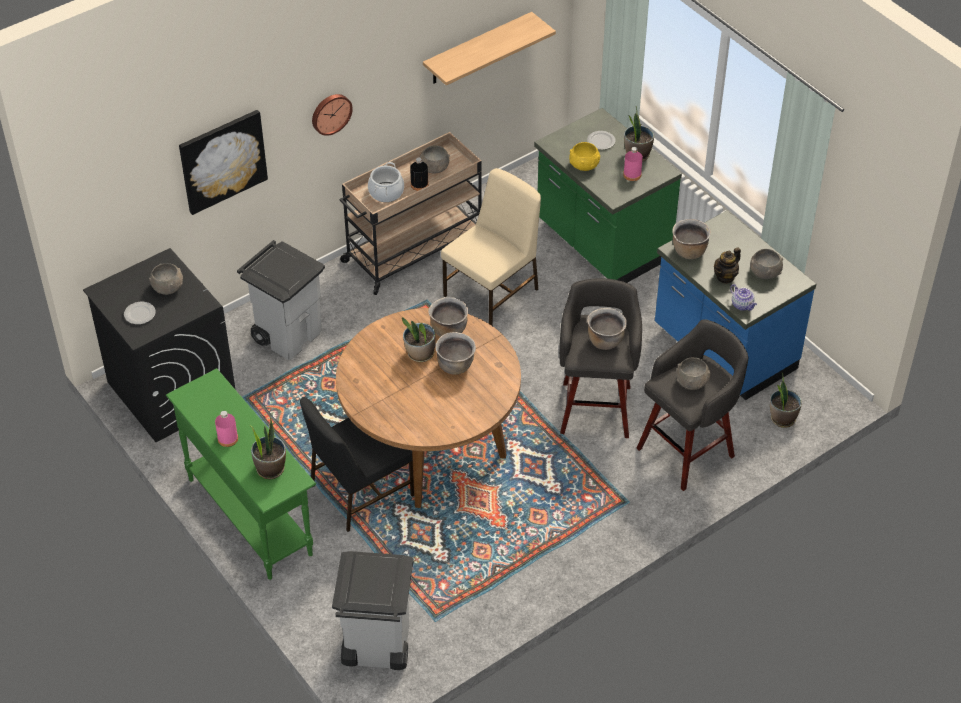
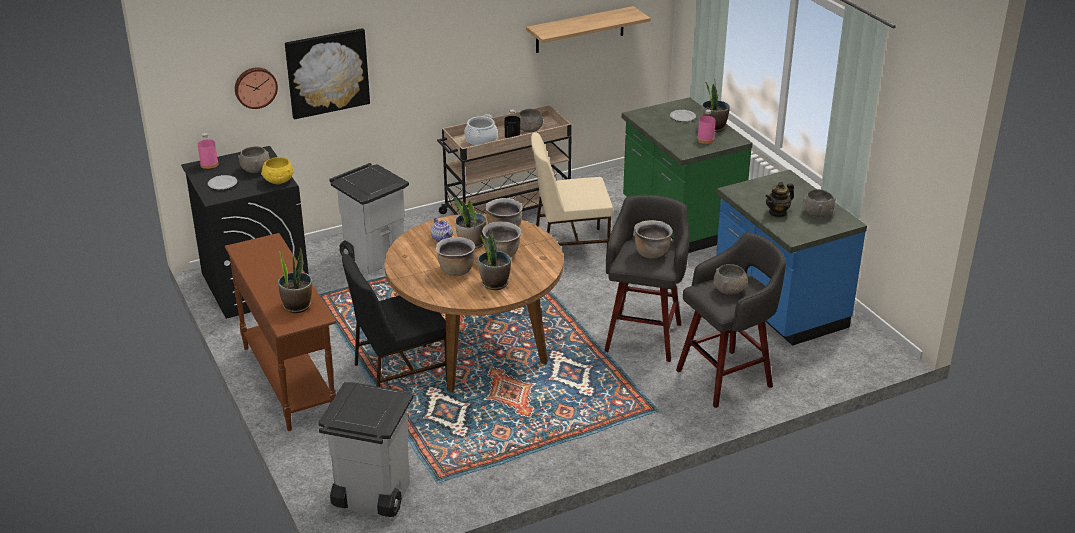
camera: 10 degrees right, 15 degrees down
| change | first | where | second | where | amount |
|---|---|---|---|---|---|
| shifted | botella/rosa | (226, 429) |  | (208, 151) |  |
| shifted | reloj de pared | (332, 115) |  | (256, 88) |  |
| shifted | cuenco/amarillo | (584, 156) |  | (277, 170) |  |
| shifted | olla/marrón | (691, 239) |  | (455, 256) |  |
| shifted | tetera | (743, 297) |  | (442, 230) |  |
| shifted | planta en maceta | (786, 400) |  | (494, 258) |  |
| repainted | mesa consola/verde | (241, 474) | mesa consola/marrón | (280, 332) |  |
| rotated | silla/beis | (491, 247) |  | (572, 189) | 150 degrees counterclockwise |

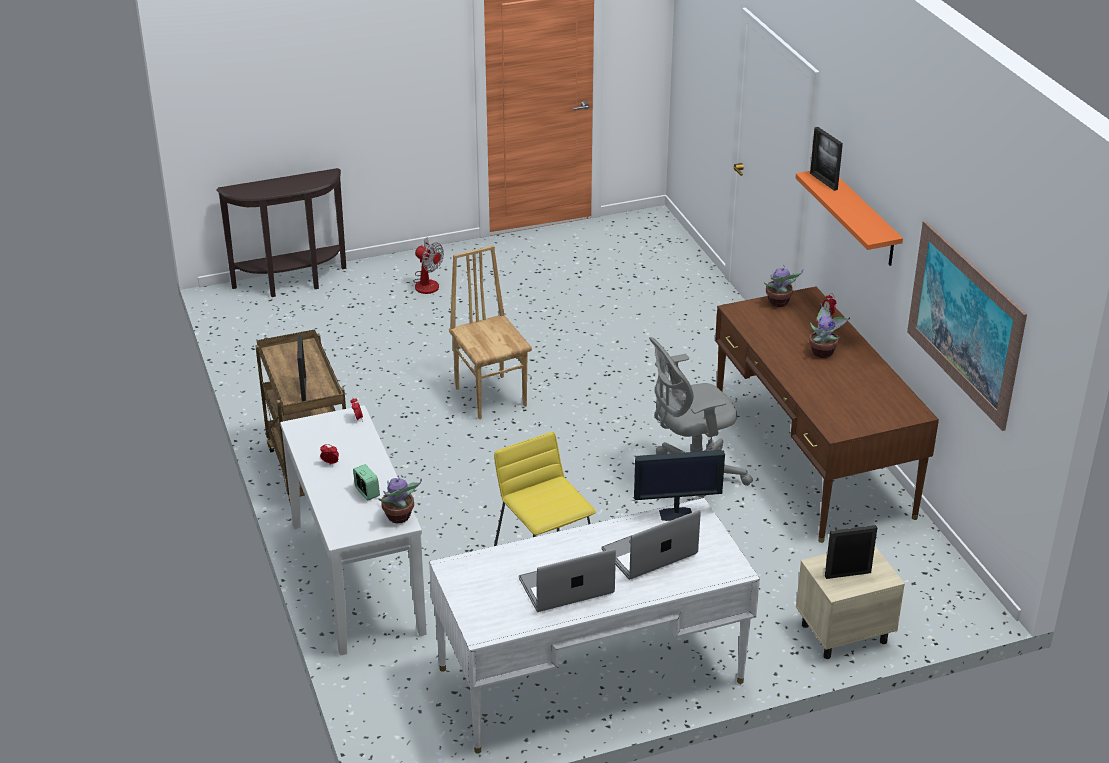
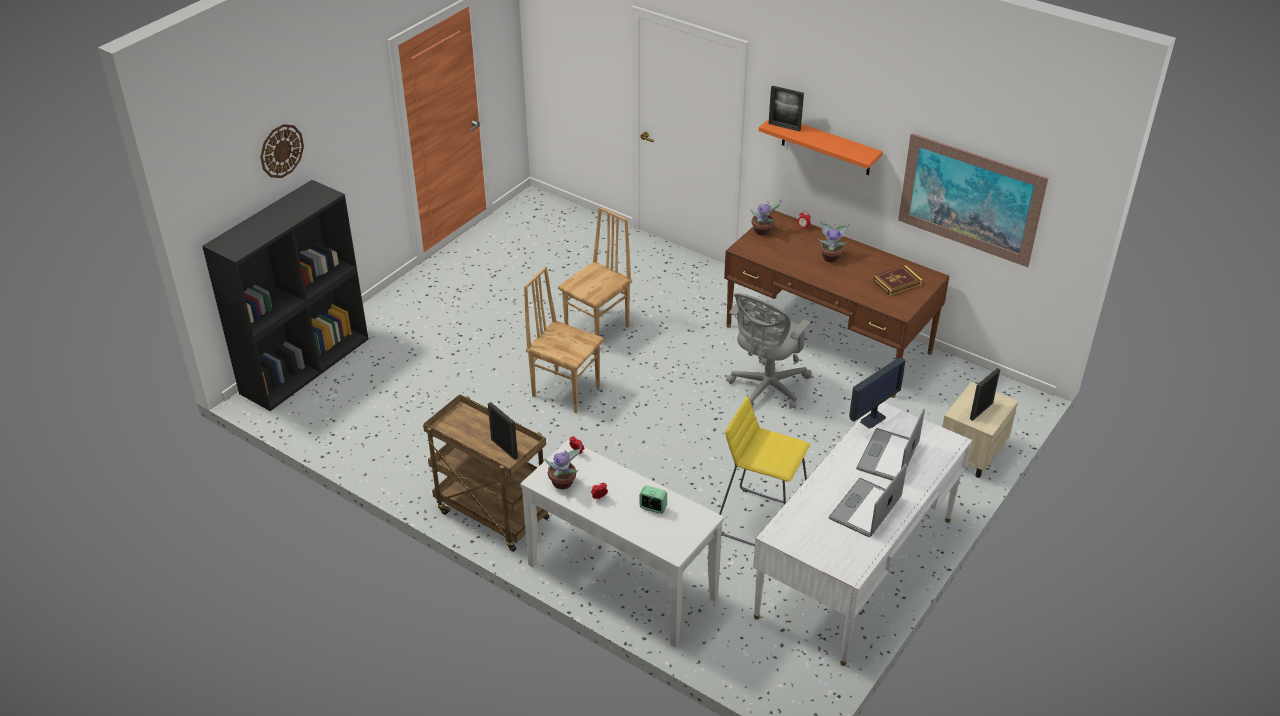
camera: 35 degrees left, 5 degrees up
| change | first | where | second | where | amount |
|---|---|---|---|---|---|
| gone | ventilador | (428, 265) |  |  |  |
| new |  |  | reloj de pared | (282, 151) |  |
| new |  |  | silla/marrón | (595, 271) |  |
| new |  |  | libro | (897, 280) |  |
| shifted | planta en maceta | (400, 499) |  | (563, 467) |  |
| swapped | mesa consola/marrón | (281, 232) | estantería/negro | (285, 295) |  |

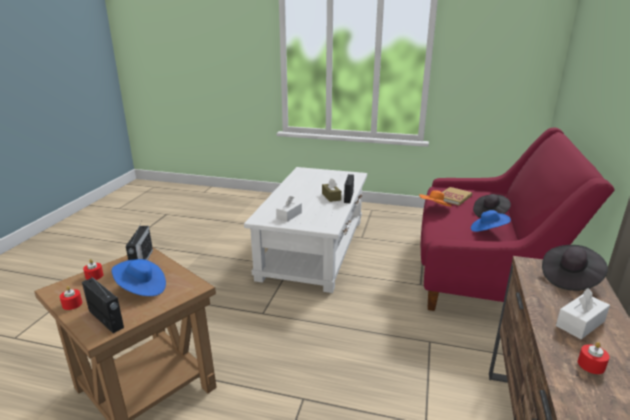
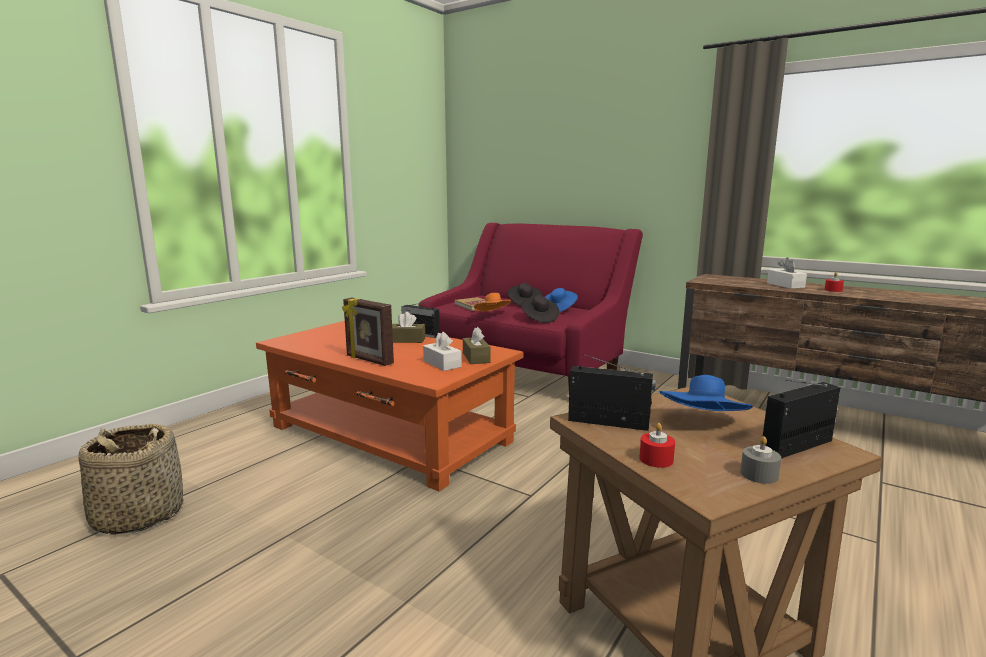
camera: 70 degrees left, 10 degrees down
| change | first | where | second | where | amount |
|---|---|---|---|---|---|
| new |  |  | cesta | (131, 479) |  |
| new |  |  | portarretratos | (368, 332) |  |
| new |  |  | caja de pañuelos/marrón | (476, 345) |  |
| shifted | sombrero/negro | (575, 268) |  | (540, 309) |  |
| repainted | vela/rojo | (71, 298) | vela/gris | (760, 460) |  |
| repainted | mesa de centro/blanco | (305, 230) | mesa de centro/naranja | (389, 406) |  |

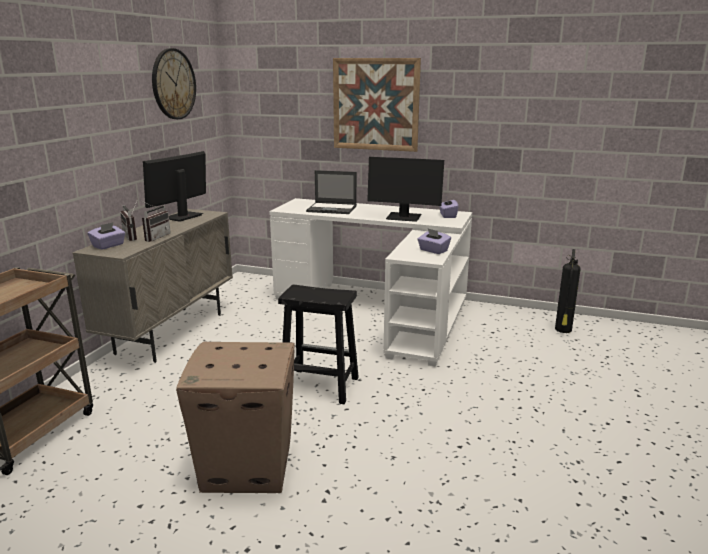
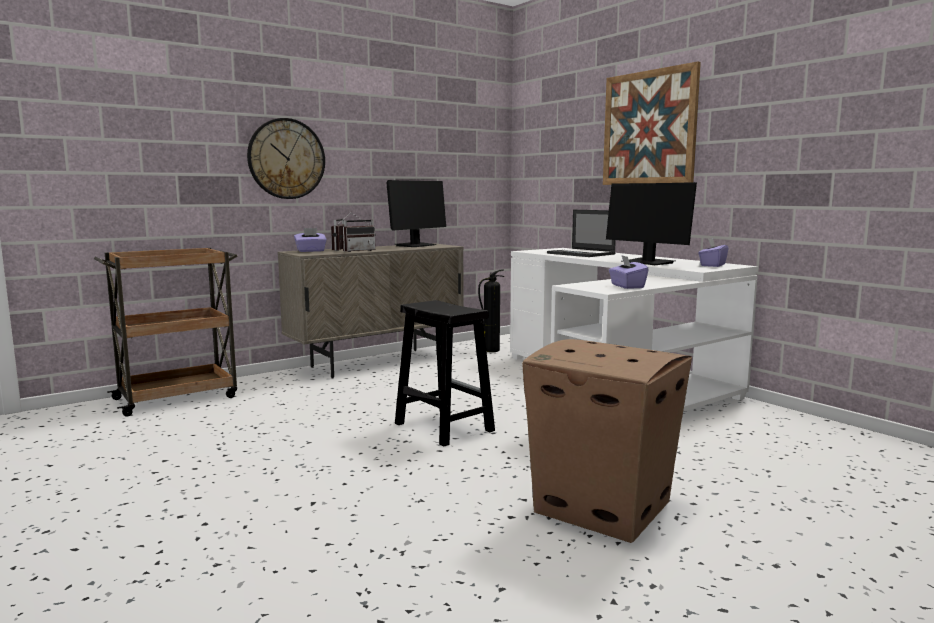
camera: 35 degrees right, 10 degrees down
| change | first | where | second | where | amount |
|---|---|---|---|---|---|
| shifted | reloj de pared | (174, 83) |  | (286, 158) |  |
| shifted | caja de cartón | (235, 417) |  | (607, 441) |  |
| shifted | extintor | (568, 291) |  | (491, 310) |  |
| rotated | monitor | (174, 186) |  | (416, 213) | 150 degrees clockwise |

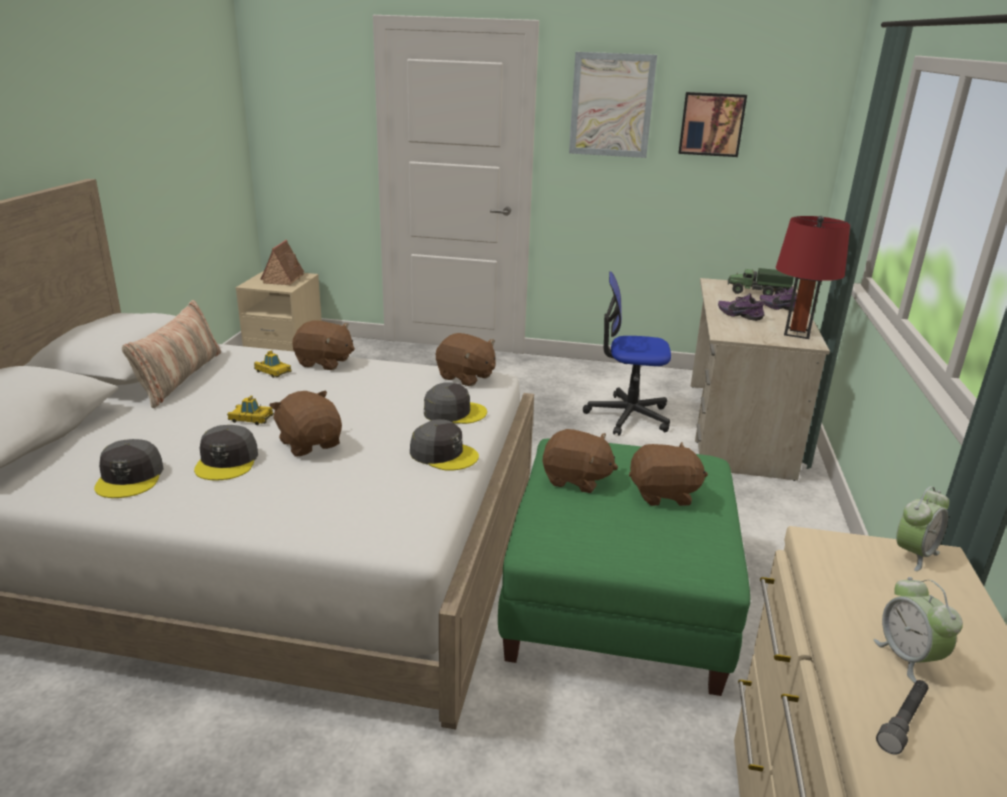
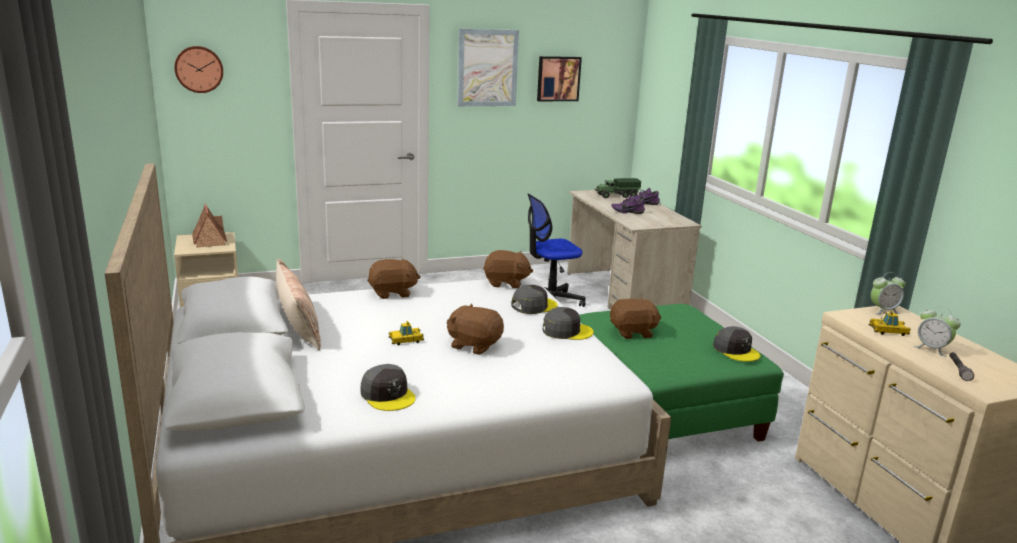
camera: 30 degrees left, 5 degrees down
| change | first | where | second | where | amount |
|---|---|---|---|---|---|
| gone | peluche/marrón | (668, 474) |  |  |  |
| gone | lámpara de mesa/rojo | (813, 277) |  |  |  |
| new |  |  | reloj de pared | (198, 69) |  |
| shifted | gorra/gris | (226, 452) |  | (737, 344) |  |
| shifted | coche de juguete | (272, 364) |  | (890, 323) |  |
| rotated | despertador | (922, 528) |  | (888, 293) | 60 degrees clockwise |

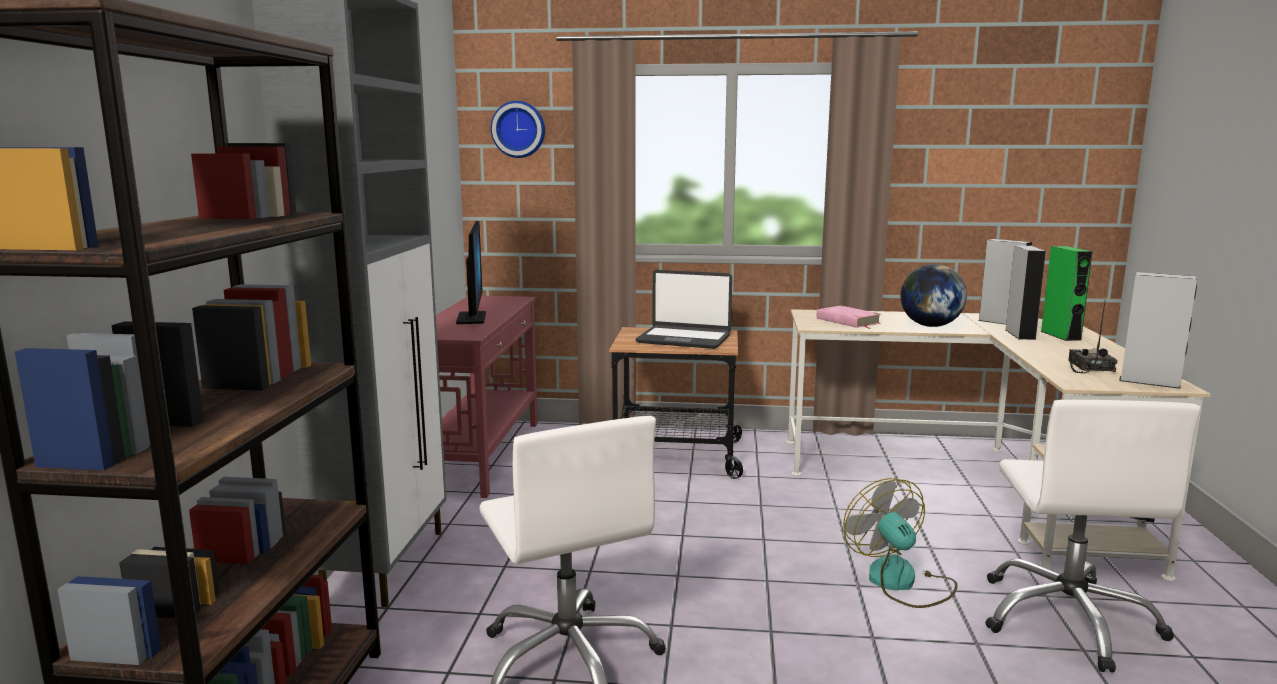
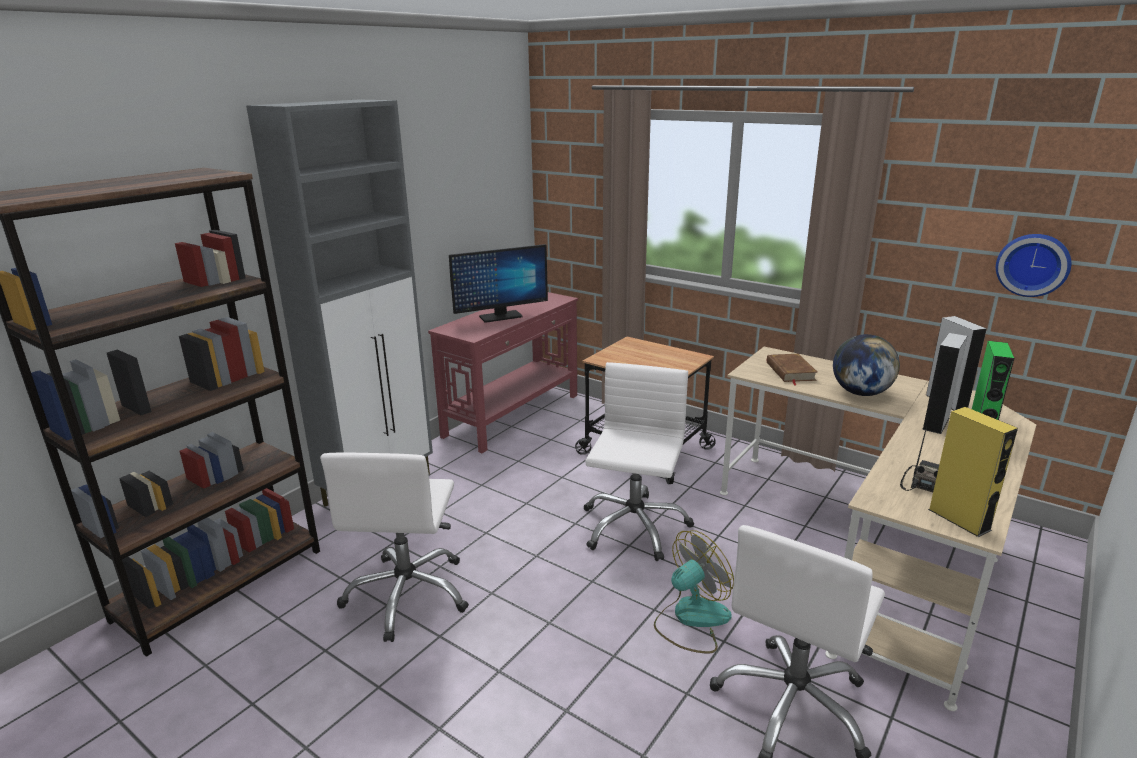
camera: 30 degrees right, 10 degrees up
| change | first | where | second | where | amount |
|---|---|---|---|---|---|
| gone | portátil | (684, 309) |  |  |  |
| new |  |  | silla de oficina/blanco | (638, 461) |  |
| shifted | reloj de pared | (518, 129) |  | (1033, 265) |  |
| repainted | libro/rosa | (849, 317) | libro/marrón | (792, 370) |  |
| repainted | altavoz/gris | (1158, 330) | altavoz/amarillo | (973, 472) |  |
| rotated | monitor | (471, 272) |  | (498, 283) | 45 degrees clockwise |
| rotated | ventilador | (900, 543) |  | (694, 591) | 45 degrees clockwise |

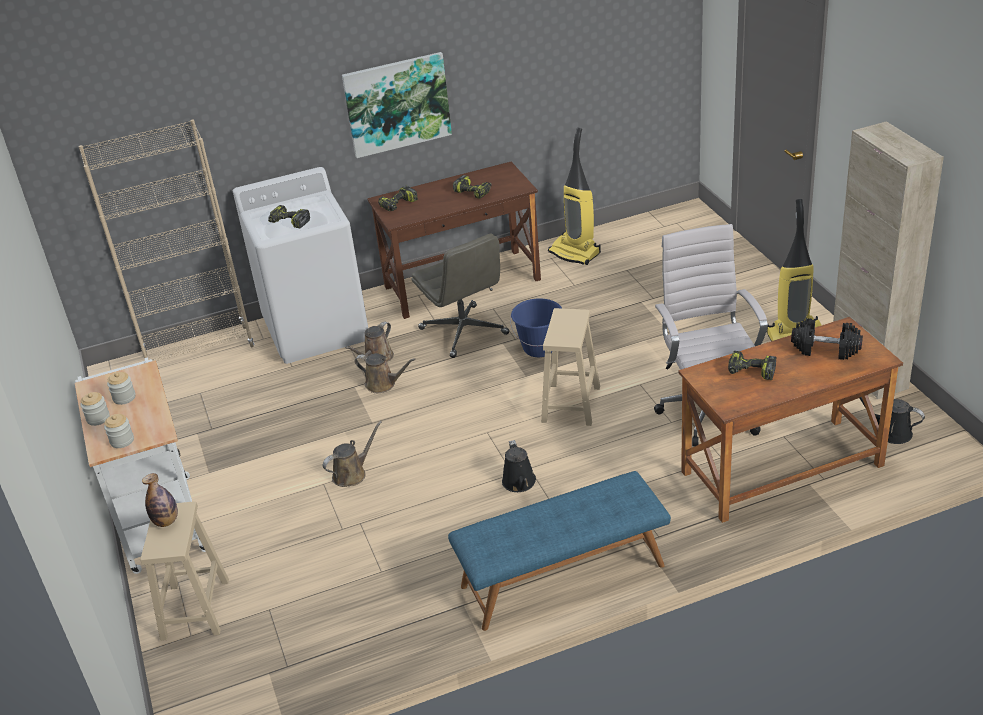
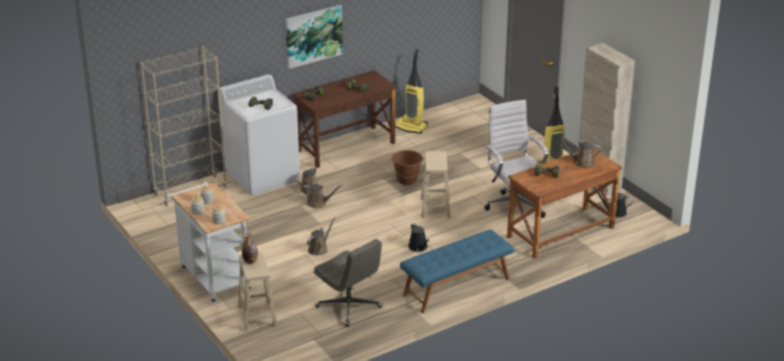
camera: 15 degrees left, 5 degrees down
| change | first | where | second | where | amount |
|---|---|---|---|---|---|
| shifted | silla de oficina/gris | (460, 295) |  | (348, 283) |  |
| swapped | mancuerna/negro | (827, 339) | regadera/marrón | (579, 153) |  |
| repainted | cubo/azul | (536, 327) | cubo/marrón | (407, 167) |  |

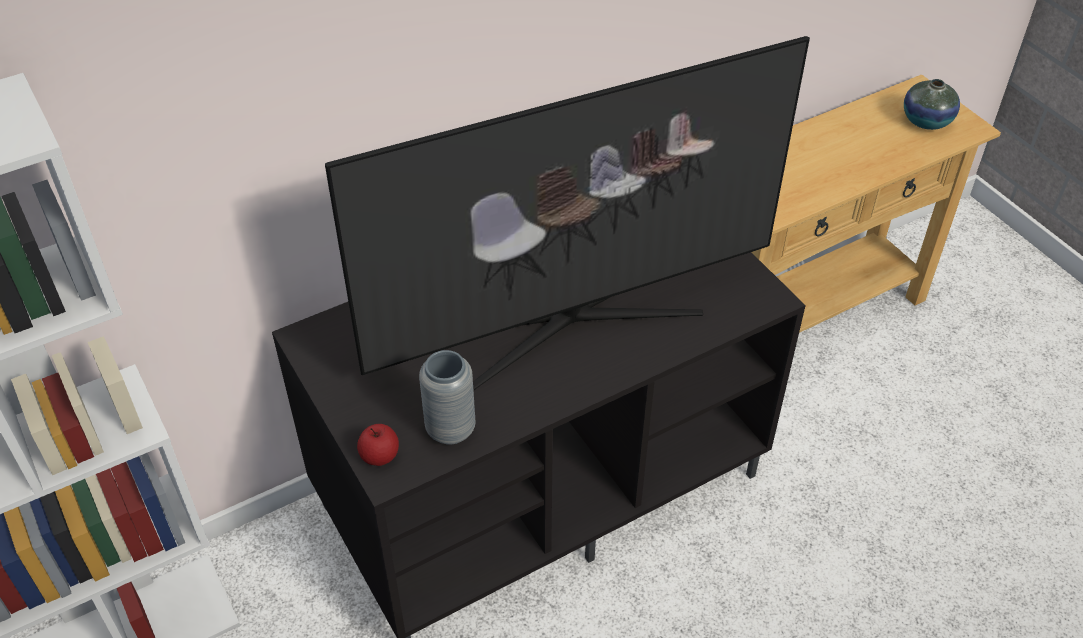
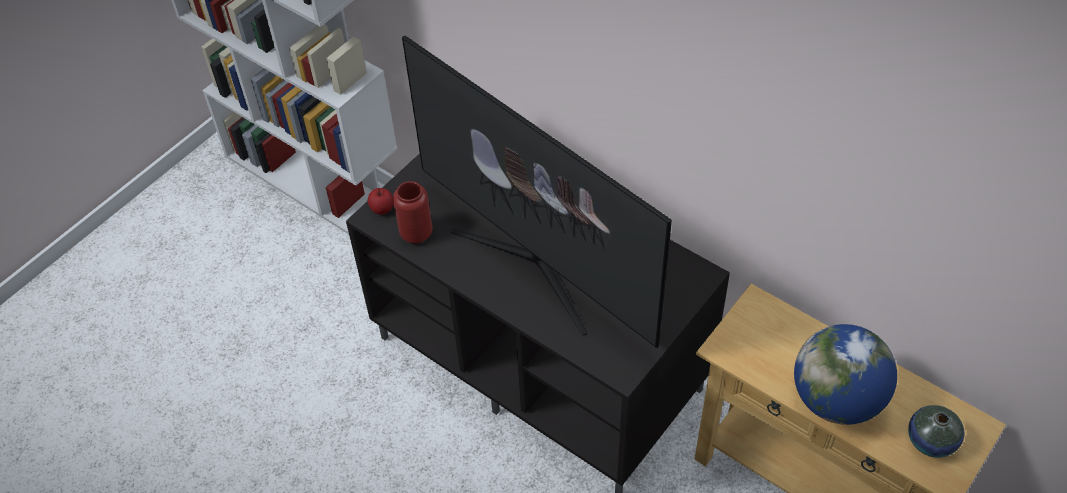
camera: 70 degrees right, 5 degrees up
| change | first | where | second | where | amount |
|---|---|---|---|---|---|
| new |  |  | globo terráqueo | (845, 374) |  |
| repainted | florero/gris | (447, 397) | florero/rojo | (413, 212) |  |

